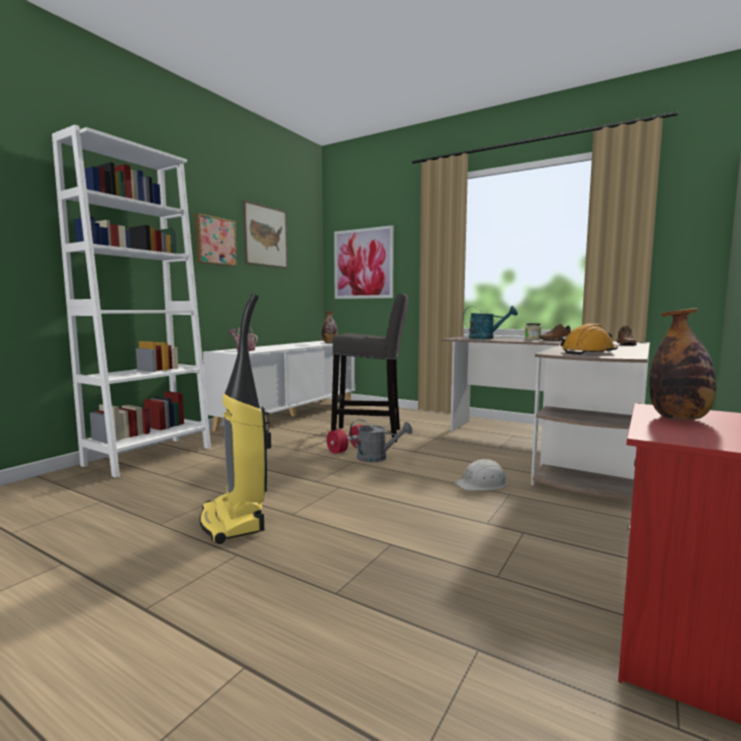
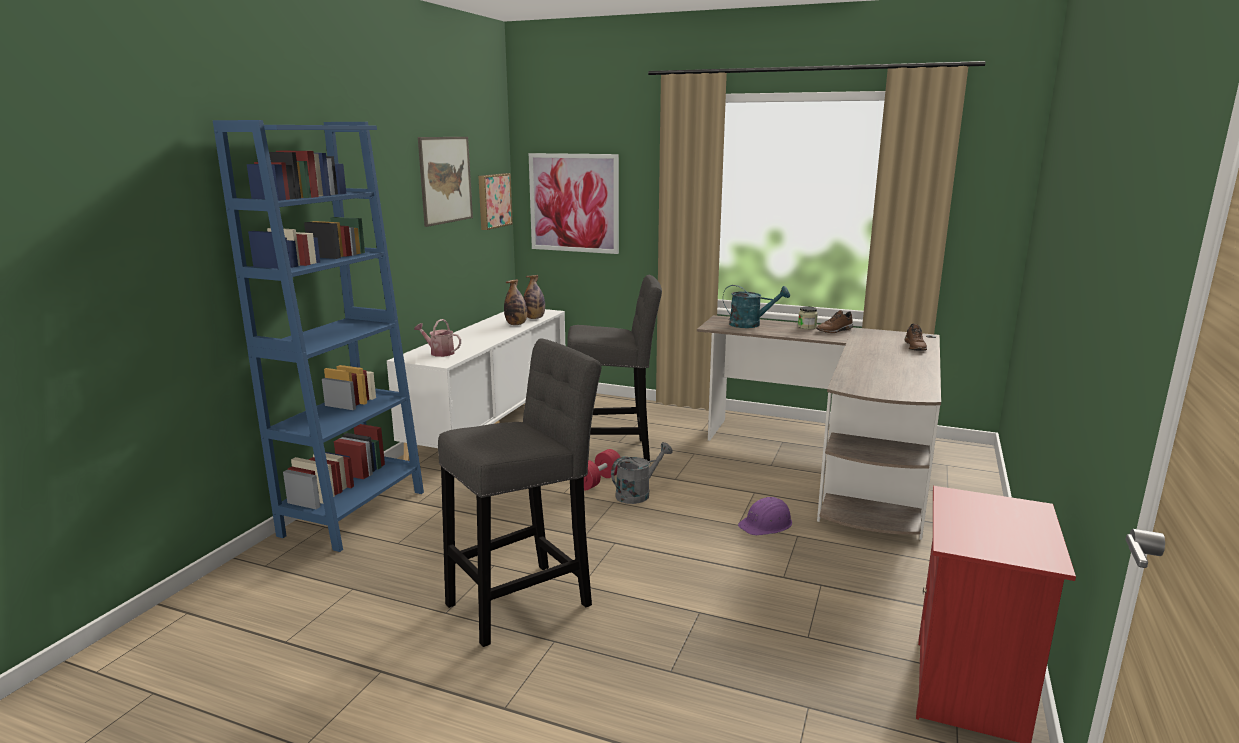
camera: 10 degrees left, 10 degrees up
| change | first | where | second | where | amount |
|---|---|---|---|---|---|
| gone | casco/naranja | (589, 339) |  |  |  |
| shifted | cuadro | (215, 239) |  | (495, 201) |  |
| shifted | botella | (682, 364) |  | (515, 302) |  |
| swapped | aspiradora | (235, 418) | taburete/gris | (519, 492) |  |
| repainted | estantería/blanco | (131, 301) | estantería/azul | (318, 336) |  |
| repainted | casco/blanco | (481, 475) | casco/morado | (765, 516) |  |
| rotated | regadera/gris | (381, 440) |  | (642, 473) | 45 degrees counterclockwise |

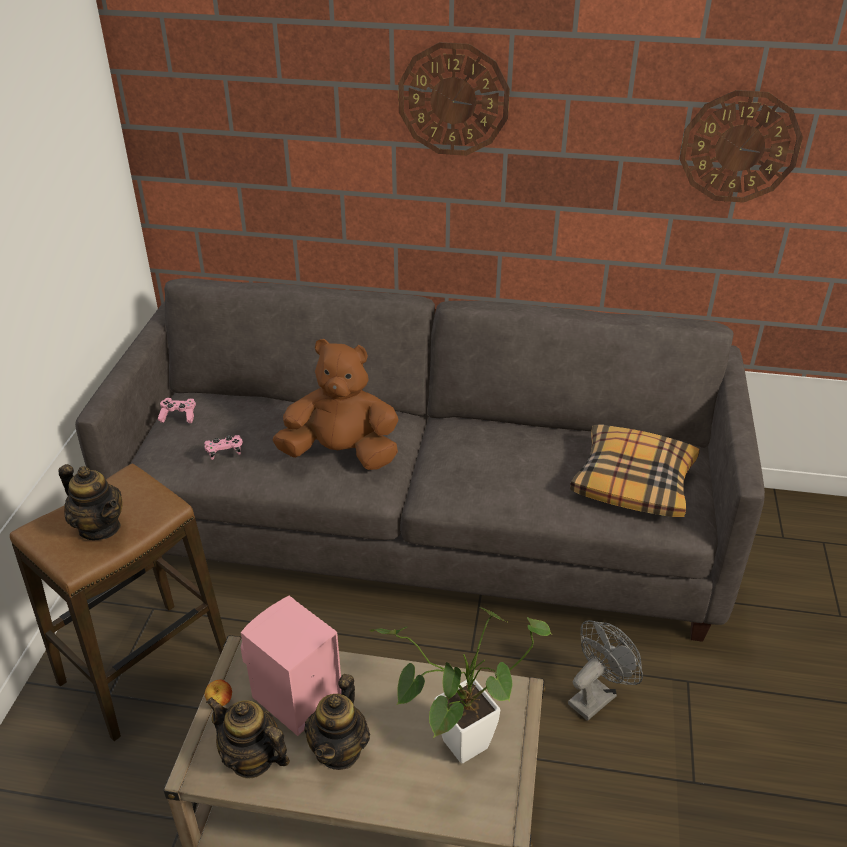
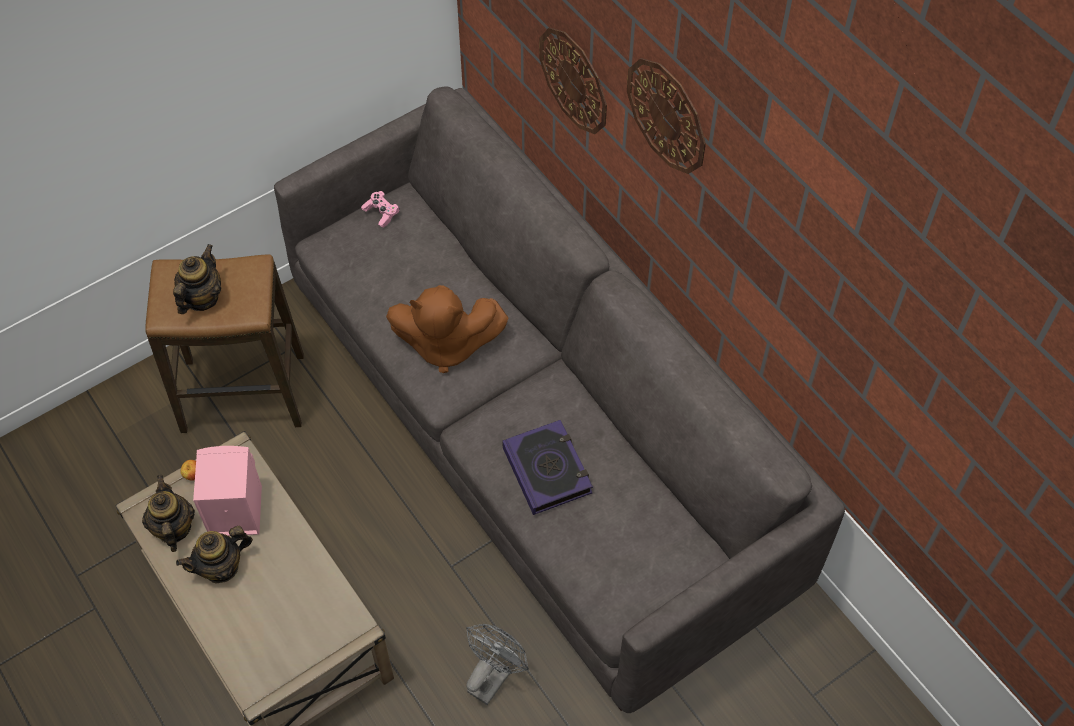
camera: 45 degrees right, 20 degrees up
| change | first | where | second | where | amount |
|---|---|---|---|---|---|
| gone | mando de consola/rosa | (223, 447) |  |  |  |
| gone | planta en maceta | (460, 685) |  |  |  |
| gone | cojín | (635, 471) |  |  |  |
| new |  |  | libro | (547, 467) |  |
| shifted | reloj de pared | (741, 146) |  | (573, 80) |  |
| rotated | tetera | (90, 502) |  | (197, 279) | 150 degrees counterclockwise |
| rotated | peluche/marrón | (335, 404) |  | (447, 329) | 135 degrees clockwise |
| rotated | ventilador/gris | (605, 670) |  | (497, 664) | 60 degrees counterclockwise |

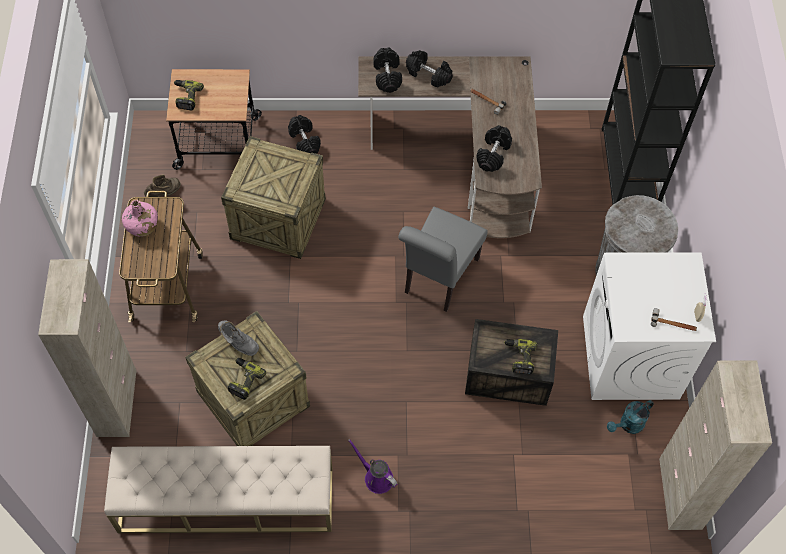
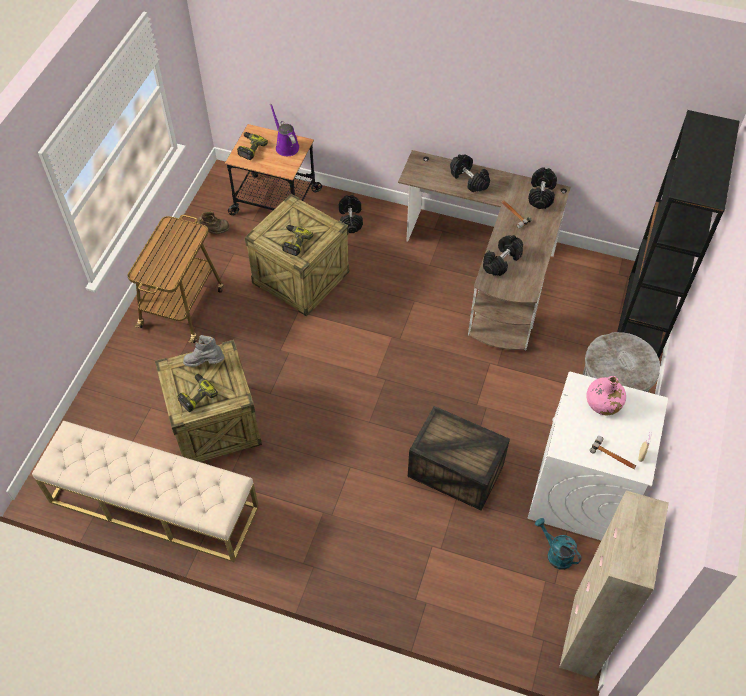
camera: 20 degrees right, 5 degrees down
| change | first | where | second | where | amount |
|---|---|---|---|---|---|
| gone | armario/beis | (87, 348) |  |  |  |
| gone | silla/gris | (443, 259) |  |  |  |
| shifted | botella/rosa | (140, 218) |  | (606, 395) |  |
| shifted | regadera/morado | (372, 466) |  | (284, 130) |  |
| shifted | mancuerna/negro | (387, 70) |  | (542, 188) |  |
| shifted | taladro | (520, 356) |  | (297, 240) |  |
| rotated | bota/gris | (238, 338) |  | (204, 351) | 135 degrees clockwise |
| rotated | regadera/turquesa | (630, 417) |  | (558, 544) | 60 degrees clockwise |

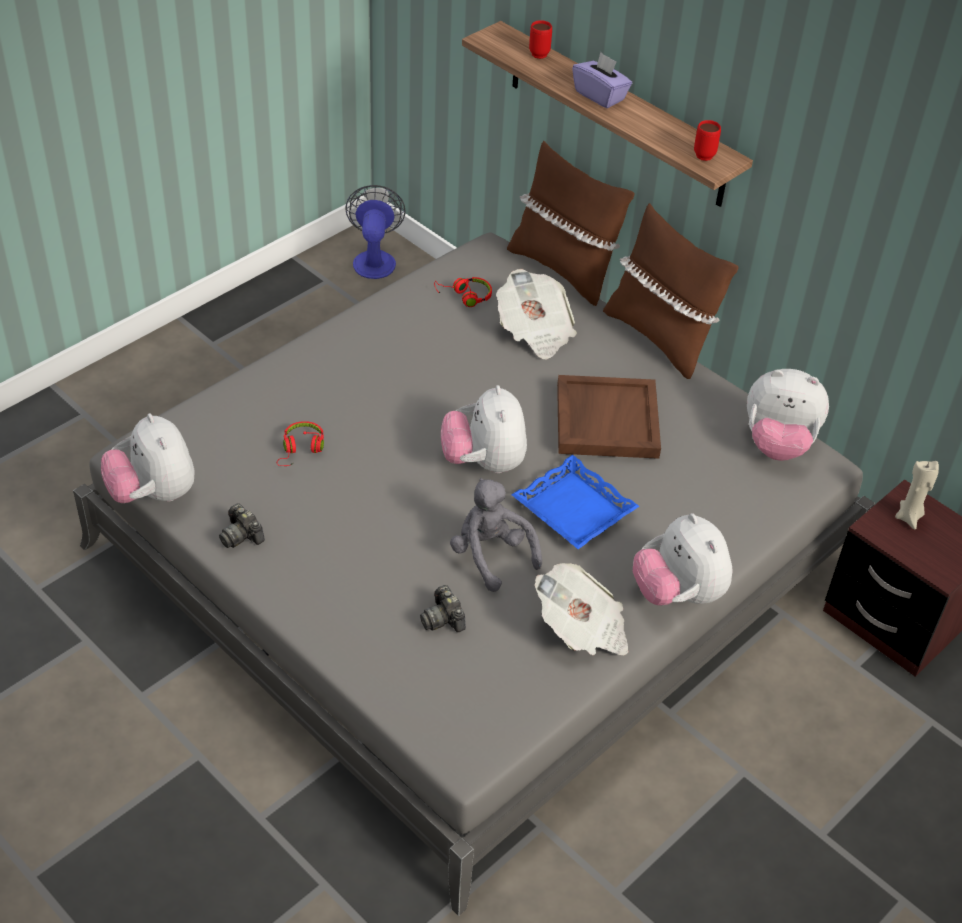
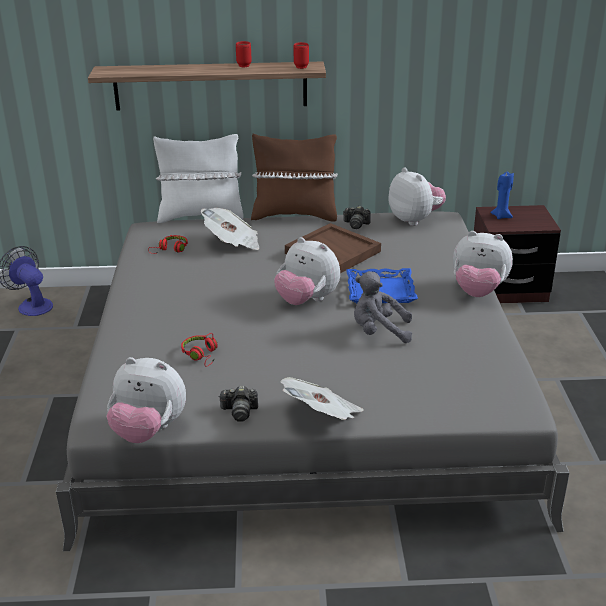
camera: 45 degrees left, 15 degrees down
| change | first | where | second | where | amount |
|---|---|---|---|---|---|
| gone | caja de pañuelos/morado | (602, 80) |  |  |  |
| shifted | cámara | (443, 608) |  | (356, 217) |  |
| shifted | taza grande/rojo | (540, 39) |  | (244, 54) |  |
| shifted | periódico | (582, 609) |  | (322, 398) |  |
| repainted | cojín/marrón | (570, 223) | cojín/blanco | (198, 178) |  |
| repainted | vela/beis | (917, 495) | vela/azul | (502, 195) |  |
| rotated | peluche | (788, 415) |  | (417, 196) | 90 degrees counterclockwise |

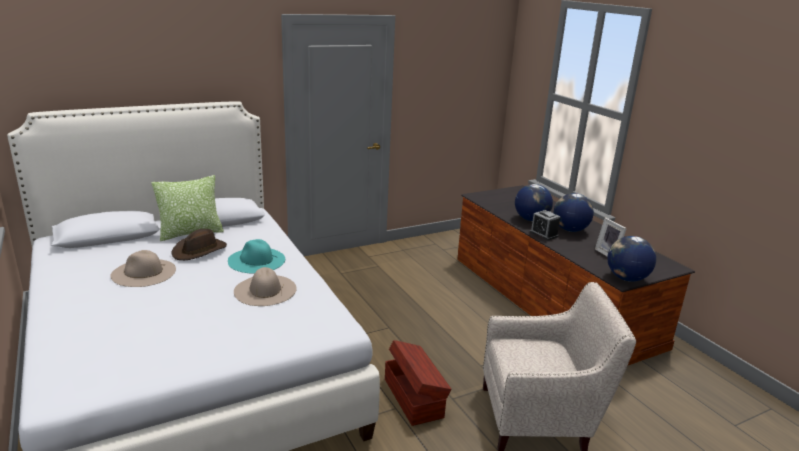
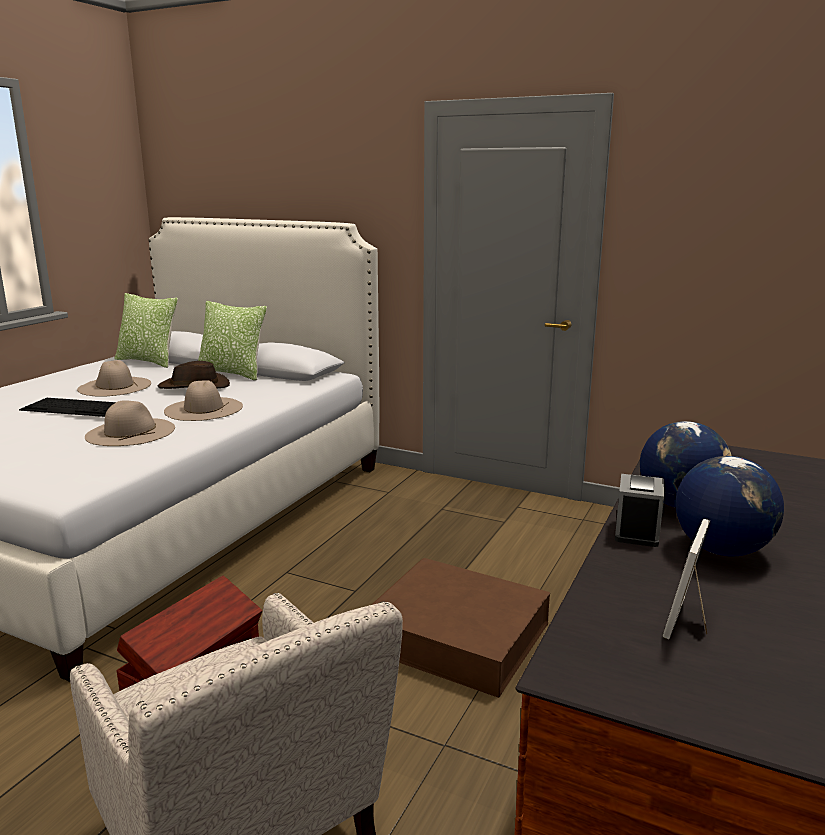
camera: 55 degrees right, 5 degrees down
| change | first | where | second | where | amount |
|---|---|---|---|---|---|
| gone | globo terráqueo | (631, 259) |  |  |  |
| new |  |  | teclado | (67, 407) |  |
| new |  |  | cojín | (146, 330) |  |
| new |  |  | caja de almacenaje/marrón | (460, 628) |  |
| repainted | sombrero/turquesa | (256, 256) | sombrero/beis | (203, 400) |  |

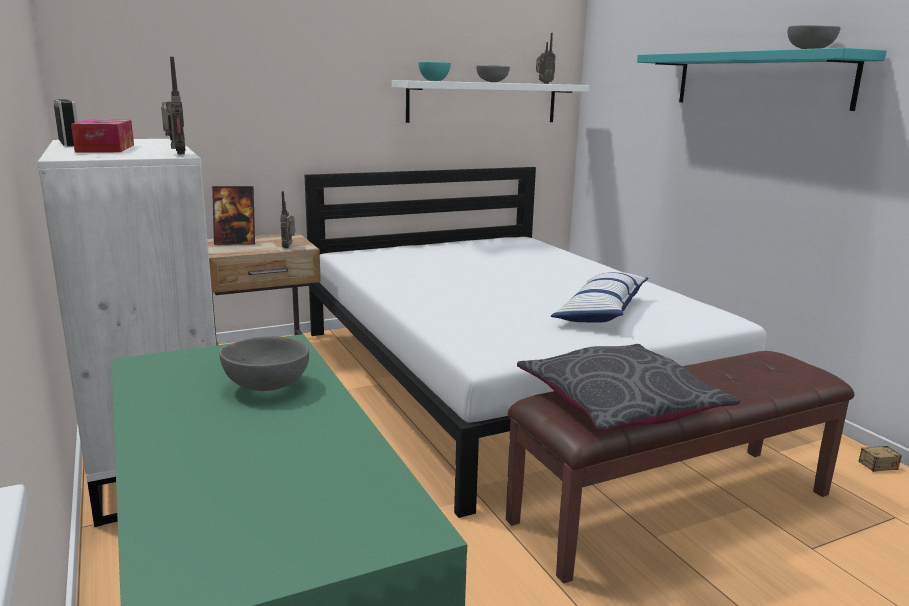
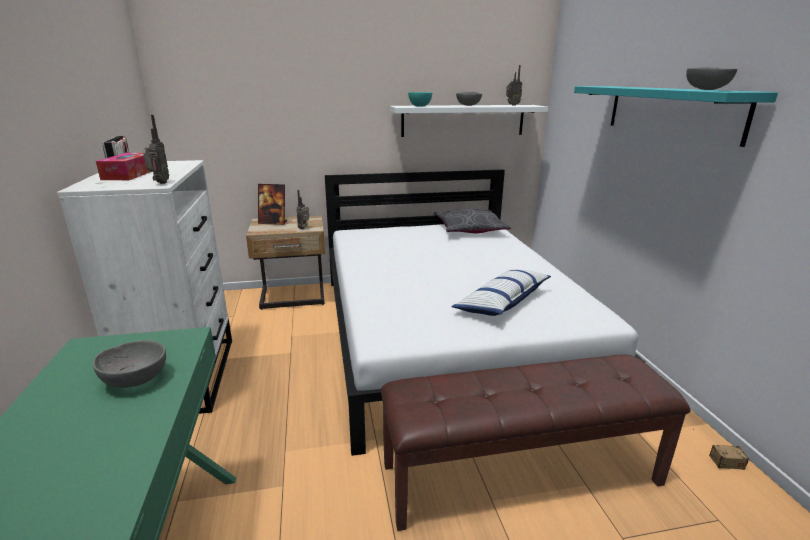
camera: 15 degrees right, 5 degrees up
| change | first | where | second | where | amount |
|---|---|---|---|---|---|
| shifted | cojín/gris | (629, 387) |  | (472, 220) |  |

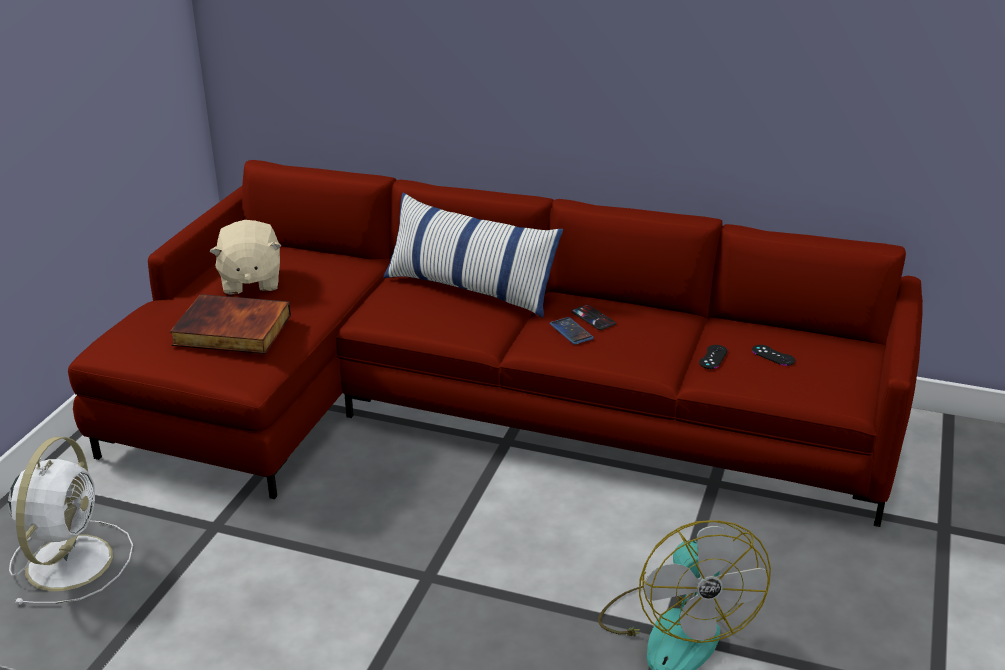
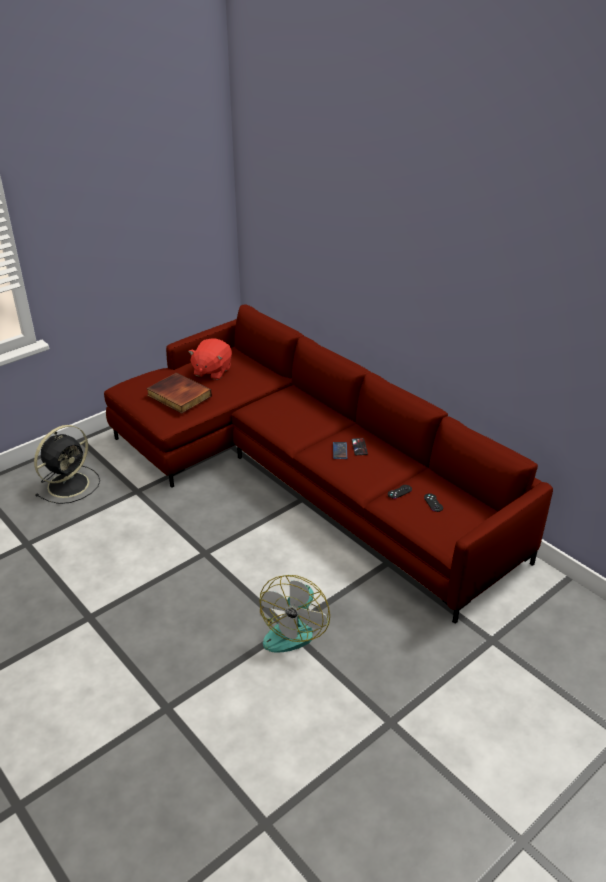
camera: 30 degrees right, 5 degrees up
| change | first | where | second | where | amount |
|---|---|---|---|---|---|
| gone | cojín | (473, 255) |  |  |  |
| repainted | ventilador/blanco | (70, 521) | ventilador/negro | (67, 464) |  |
| repainted | peluche/beis | (245, 257) | peluche/rojo | (210, 359) |  |

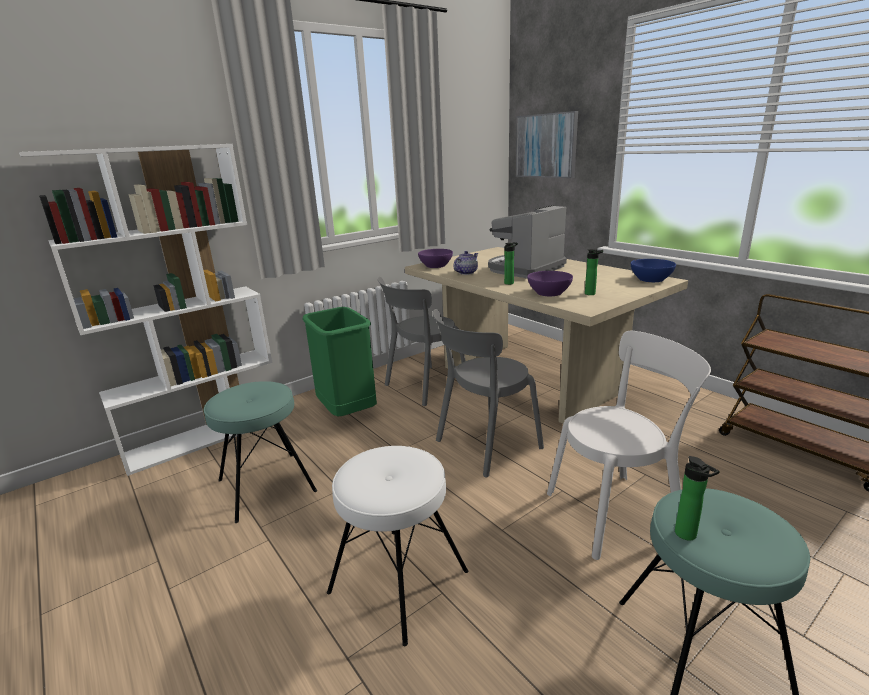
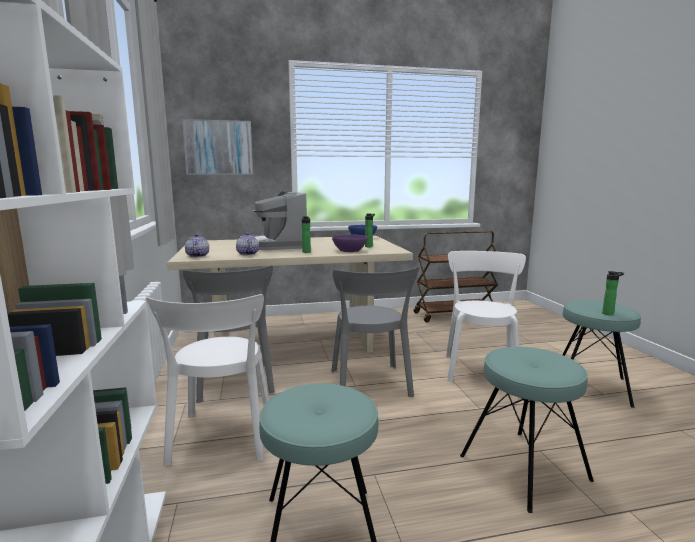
camera: 65 degrees left, 10 degrees down
| change | first | where | second | where | amount |
|---|---|---|---|---|---|
| swapped | papelera/verde | (339, 361) | silla/blanco | (207, 380) |  |
| swapped | cuenco/morado | (435, 258) | tetera | (197, 245) |  |
| repainted | taburete/blanco | (397, 546) | taburete/turquesa | (527, 430) |  |

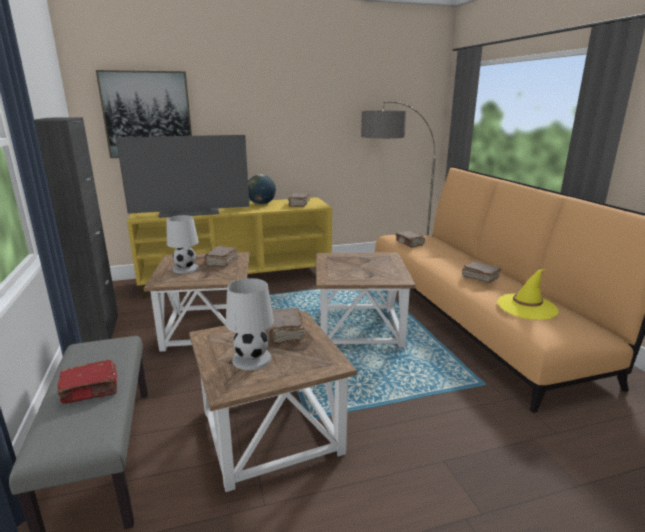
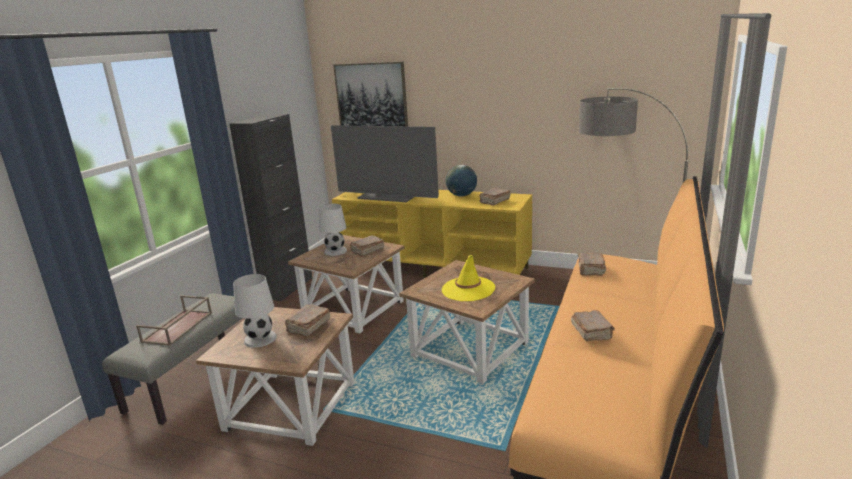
camera: 40 degrees right, 0 degrees up
| change | first | where | second | where | amount |
|---|---|---|---|---|---|
| shifted | sombrero/amarillo | (527, 294) |  | (468, 278) |  |
| swapped | libro/rojo | (87, 382) | bandeja/marrón | (174, 320) |  |

